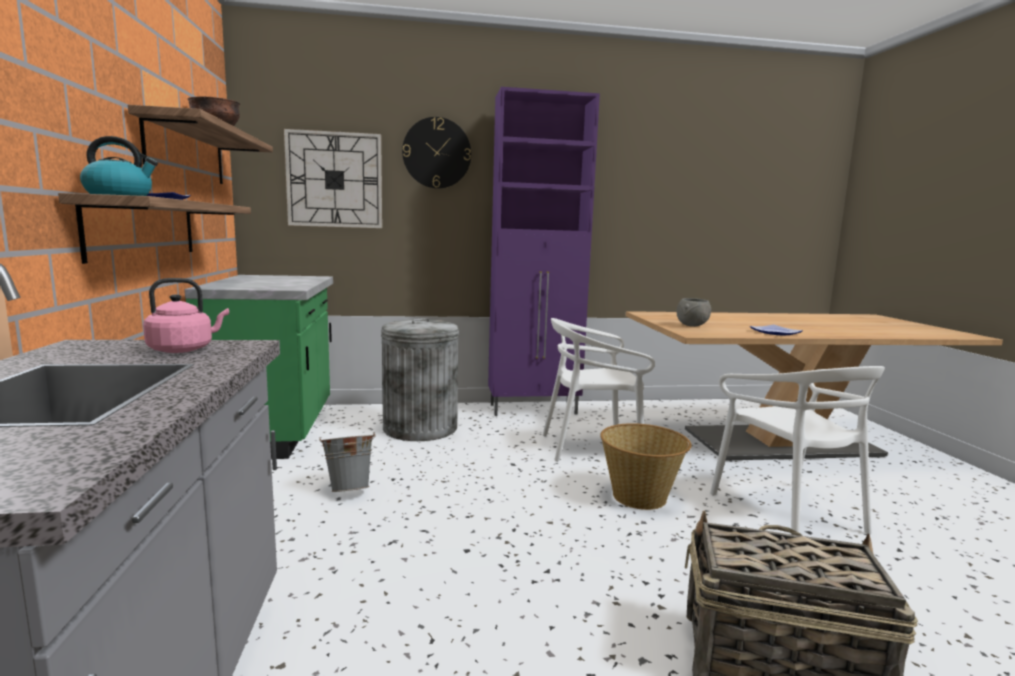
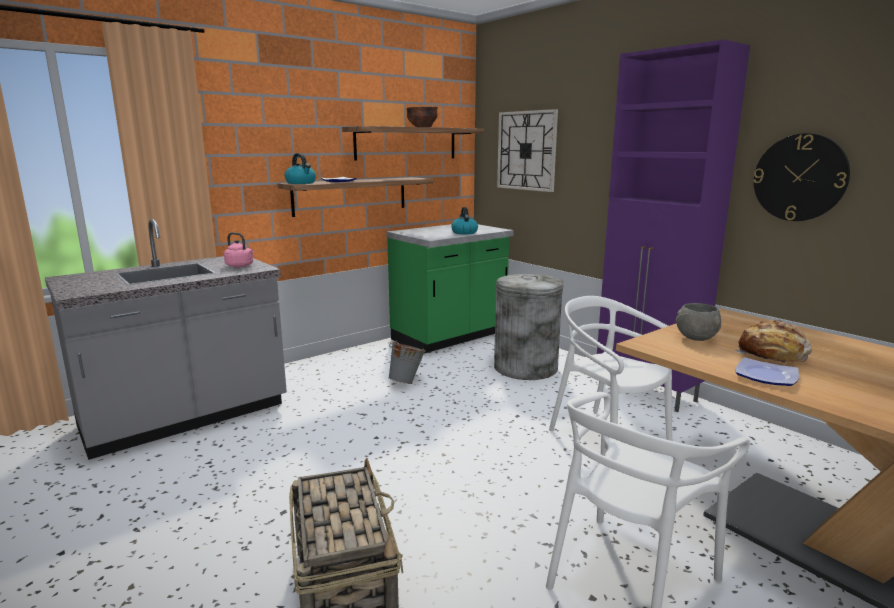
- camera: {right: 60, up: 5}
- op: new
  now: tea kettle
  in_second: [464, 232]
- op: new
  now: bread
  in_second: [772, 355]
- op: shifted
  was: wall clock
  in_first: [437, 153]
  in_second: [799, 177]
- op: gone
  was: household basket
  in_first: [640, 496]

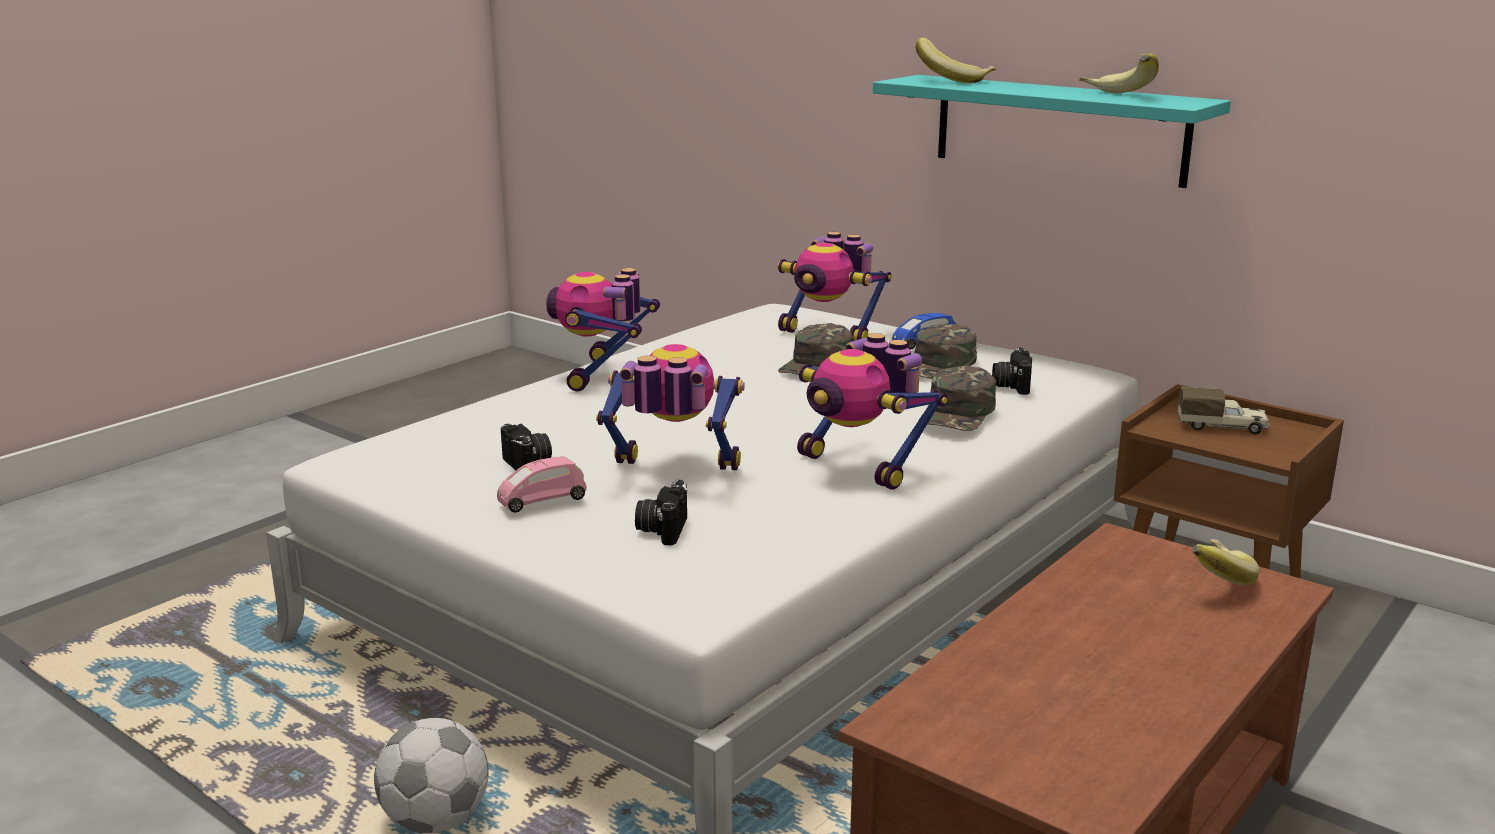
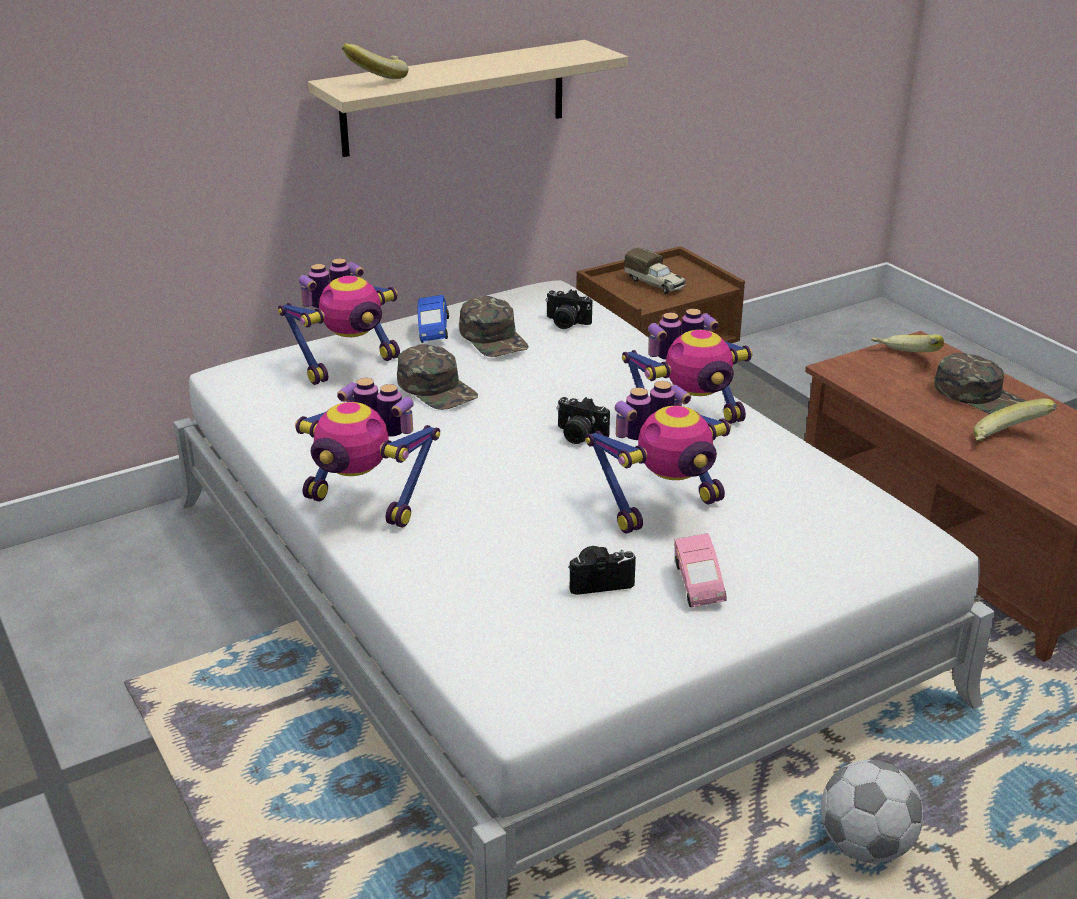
- camera: {right: -70, up: 10}
- op: repainted
  was: blue-green shelf
  now: sand-coloured shelf
  in_first: [1059, 129]
  in_second: [454, 98]
- op: shifted
  was: photo camera
  in_first: [662, 529]
  in_second: [579, 435]
- op: rotated
  was: model robot
  in_first: [673, 472]
  in_second: [661, 507]
  clockwise: -150
- op: rotated
  was: toy truck
  in_first: [1222, 427]
  in_second: [655, 284]
  clockwise: 105
- op: shifted
  was: greenish peaked cap
  in_first: [958, 413]
  in_second: [980, 396]
- op: shifted
  was: whole banana
  in_first: [1115, 96]
  in_second: [1008, 441]

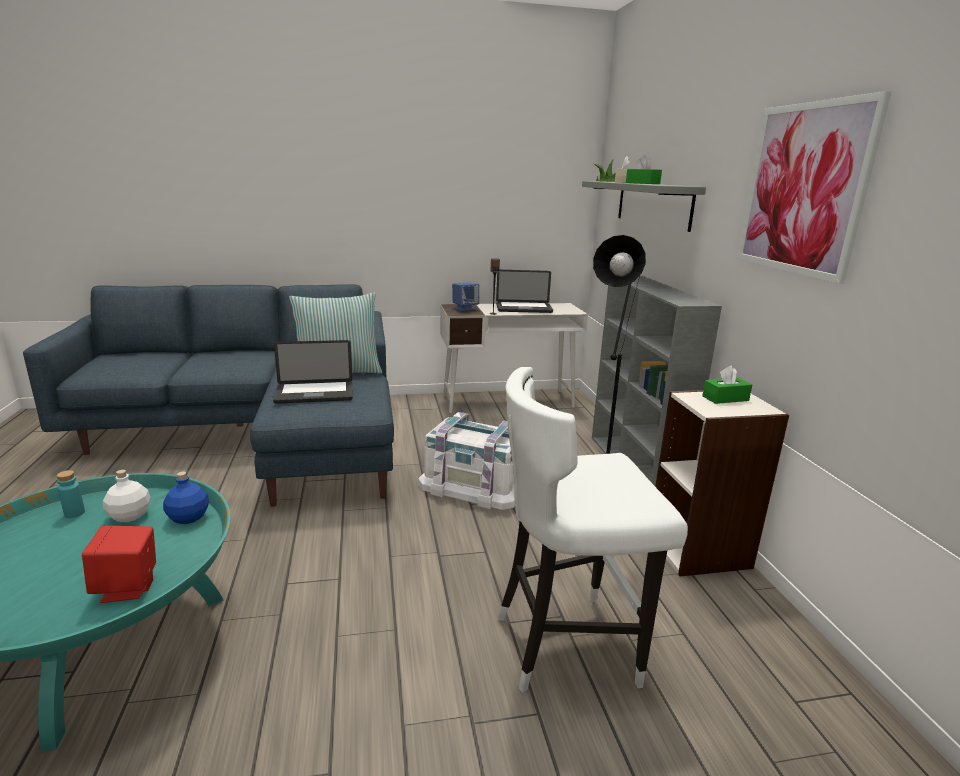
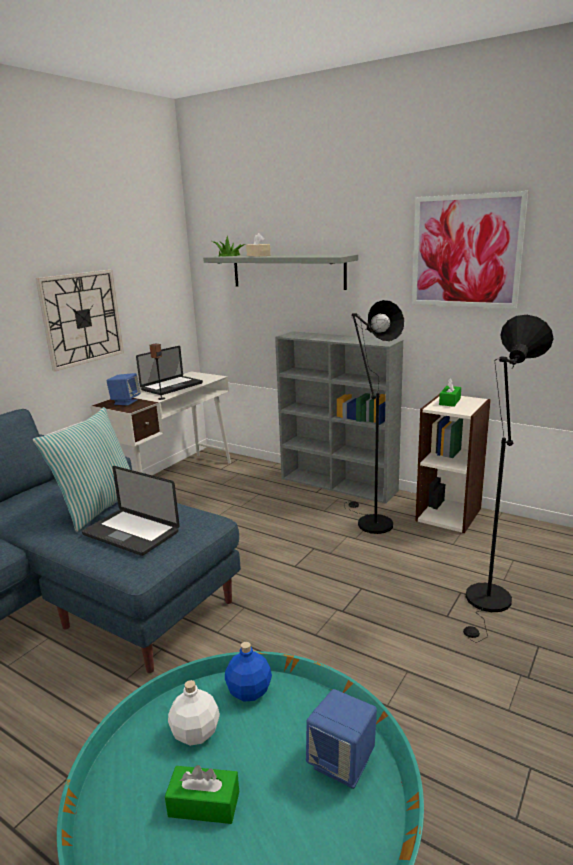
- camera: {right: -45, up: 0}
- op: new
  now: wall clock
  in_second: [82, 318]
- op: rotated
  was: portable computer
  in_first: [314, 394]
  in_second: [131, 533]
  clockwise: 90
- op: shifted
  was: greenish box of tissues
  in_first: [642, 183]
  in_second: [204, 804]
- op: repainted
  was: red-coloured audio speaker
  now: bluish audio speaker
  in_first: [127, 588]
  in_second: [342, 763]
- op: swapped
  was: white stool seat
  now: black-coloured floor lamp
  in_first: [567, 644]
  in_second: [487, 604]
- op: gone
  was: blue-green drink bottle
  in_first: [74, 513]
- op: gone
  was: white storage box
  in_first: [474, 484]

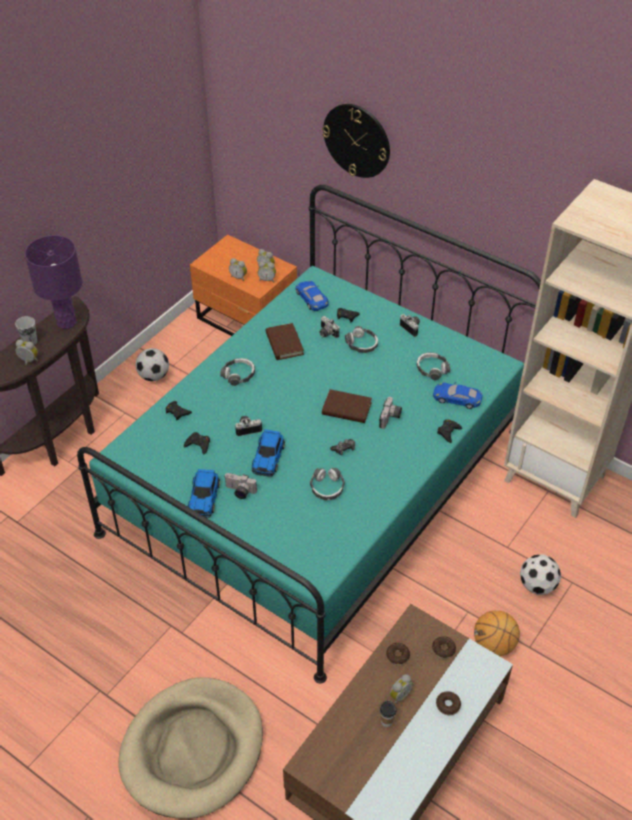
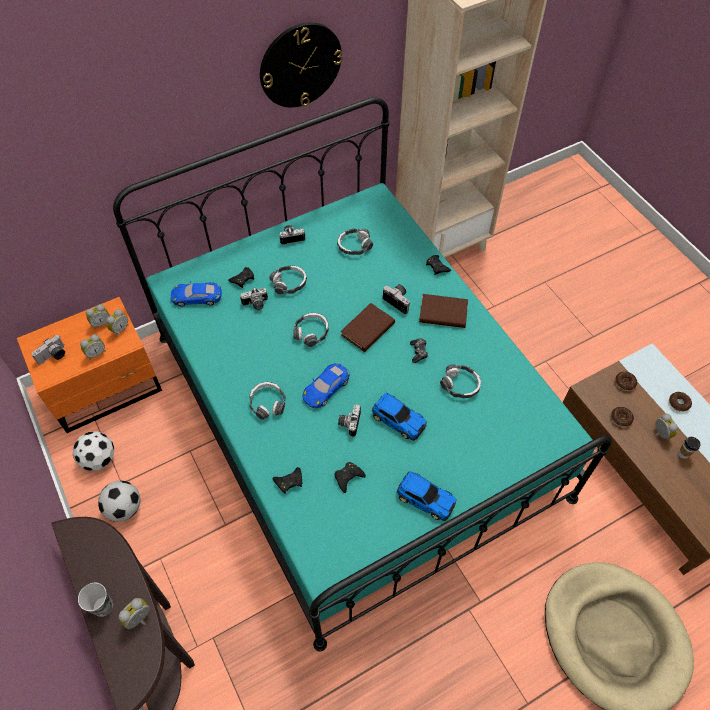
- camera: {right: -65, up: 10}
- op: shifted
  was: photo camera
  in_first: [239, 492]
  in_second: [53, 356]
- op: shifted
  was: ball for football
  in_first: [537, 585]
  in_second: [99, 459]
- op: shifted
  was: wall clock
  in_first: [357, 140]
  in_second: [300, 65]
- op: new
  now: pair of headphones
  in_second: [311, 332]
- op: shifted
  was: bluish model car
  in_first: [457, 398]
  in_second: [326, 388]
- op: shifted
  was: brownish volume
  in_first: [284, 343]
  in_second: [443, 313]
- op: gone
  was: purple-coloured tabletop lamp
  in_first: [67, 322]
- op: gone
  was: ball for basketball
  in_first: [494, 645]

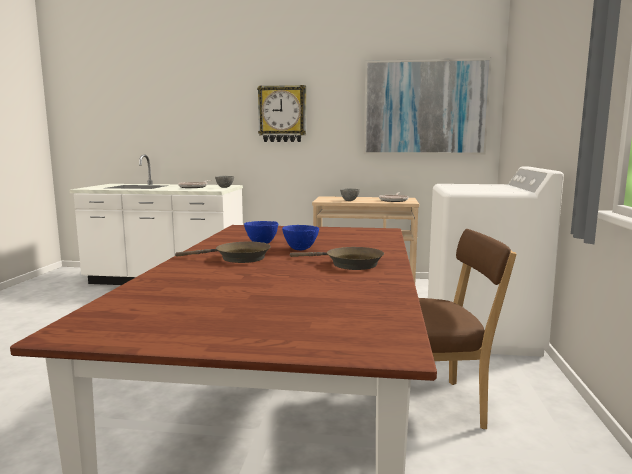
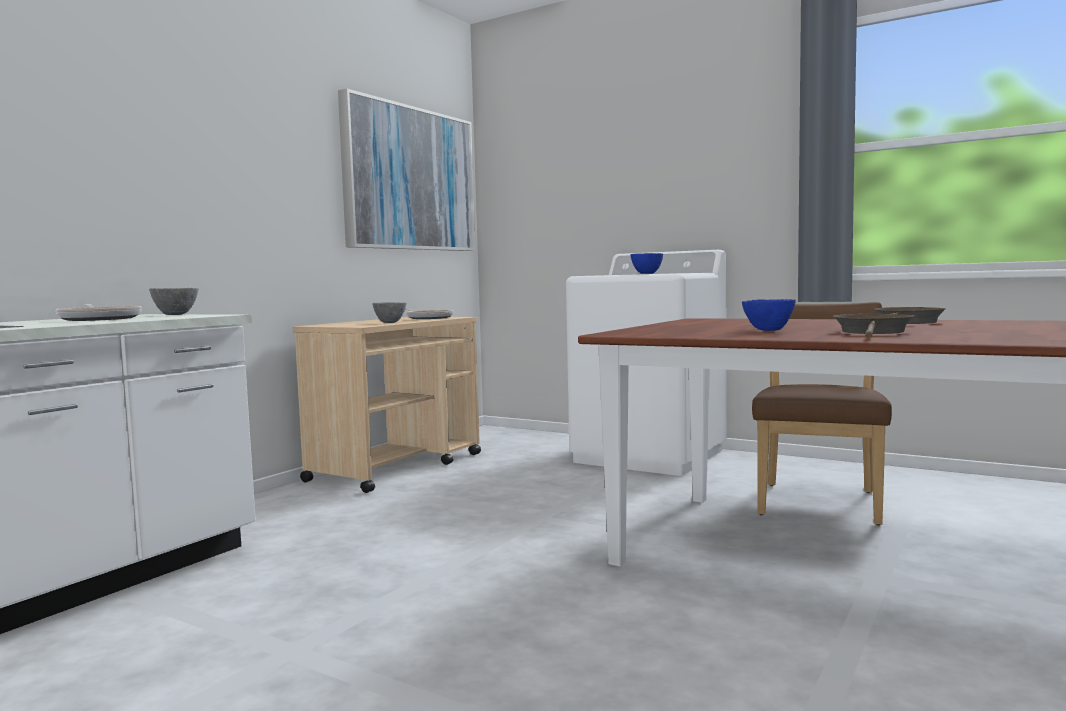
- camera: {right: -65, up: -5}
- op: shifted
  was: bluish deep dish
  in_first: [300, 249]
  in_second: [646, 273]
- op: gone
  was: wall clock
  in_first: [282, 114]

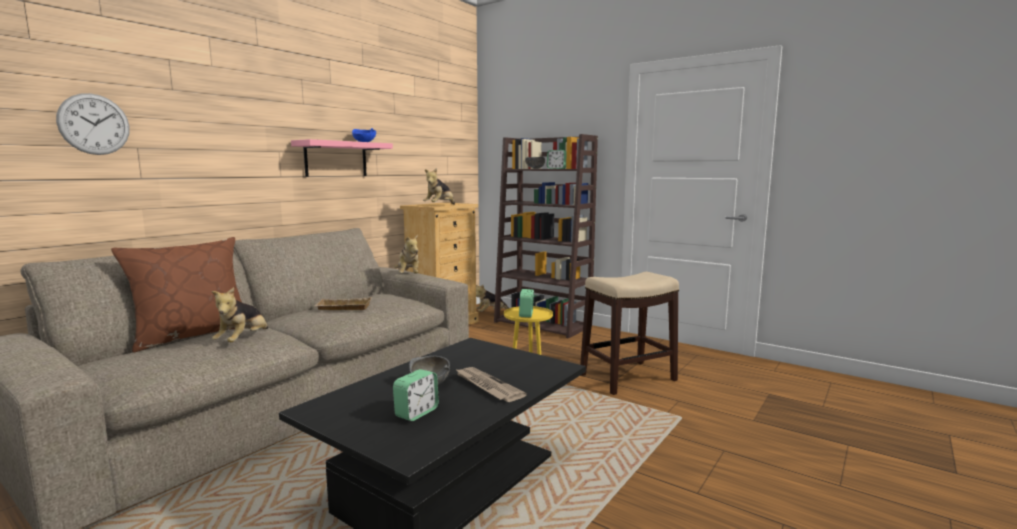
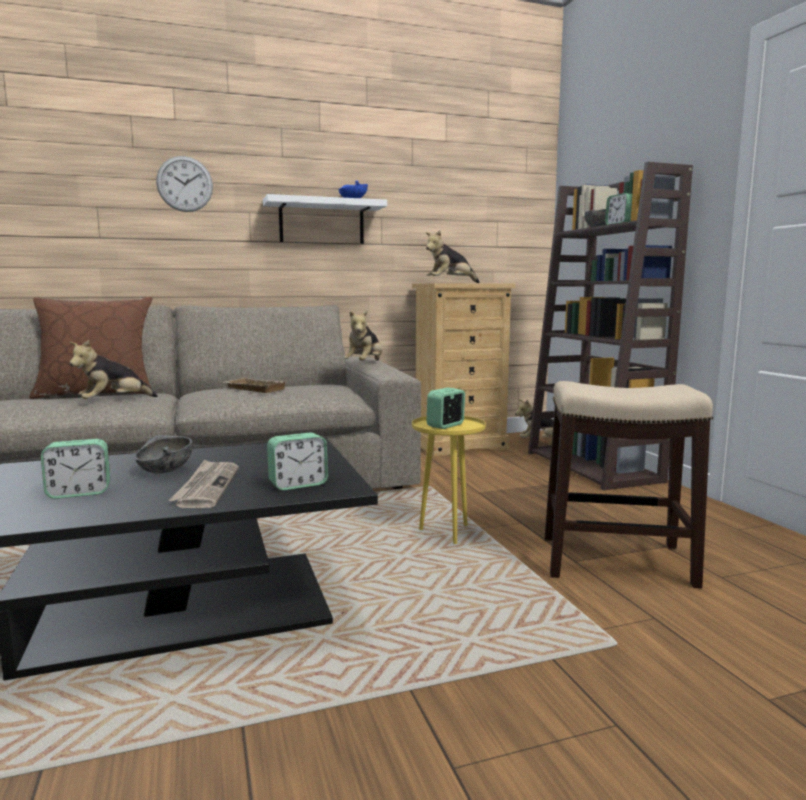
- camera: {right: 35, up: 0}
- op: shifted
  was: wall clock
  in_first: [94, 124]
  in_second: [185, 184]
- op: repainted
  was: pink shelf
  now: white shelf
  in_first: [336, 159]
  in_second: [321, 222]
- op: new
  now: alarm clock
  in_second: [298, 484]

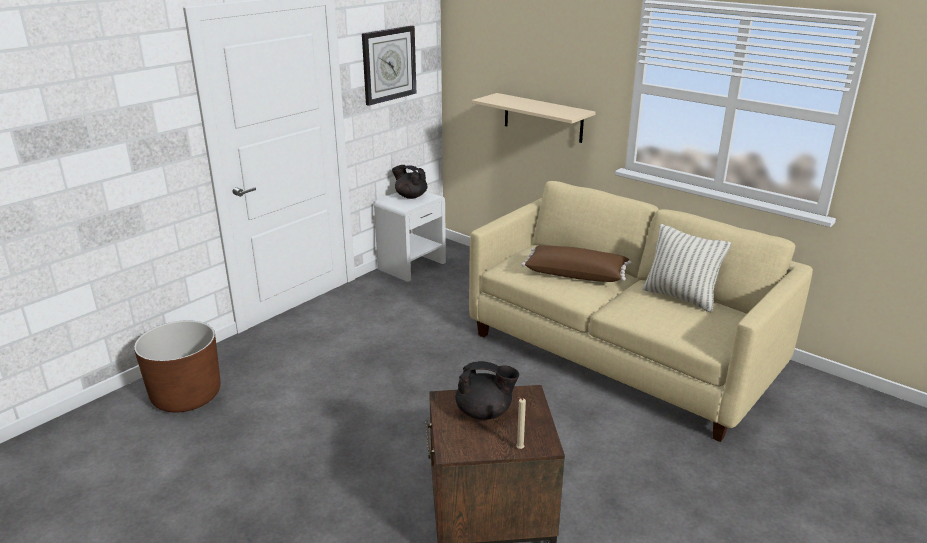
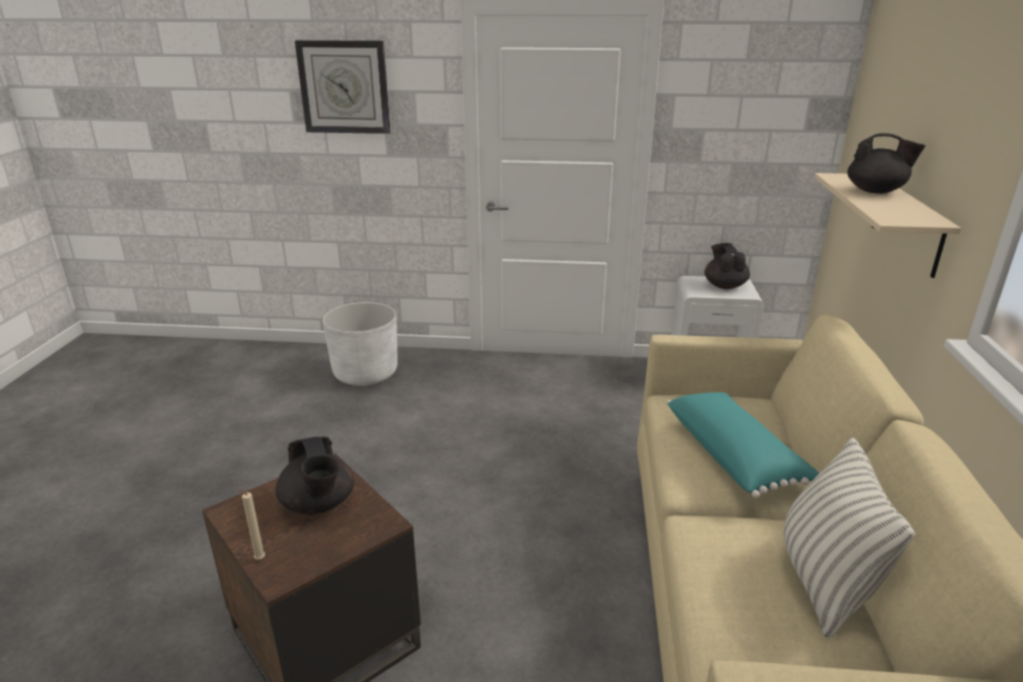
- camera: {right: 55, up: 0}
- op: shifted
  was: wall clock
  in_first: [389, 64]
  in_second: [344, 87]
- op: repainted
  was: brownish planter
  now: white planter
  in_first: [186, 396]
  in_second: [365, 373]
- op: repainted
  was: brownish pillow
  now: blue-green pillow
  in_first: [576, 274]
  in_second: [735, 456]
- op: new
  now: black-coloured pot for tea
  in_second: [876, 191]

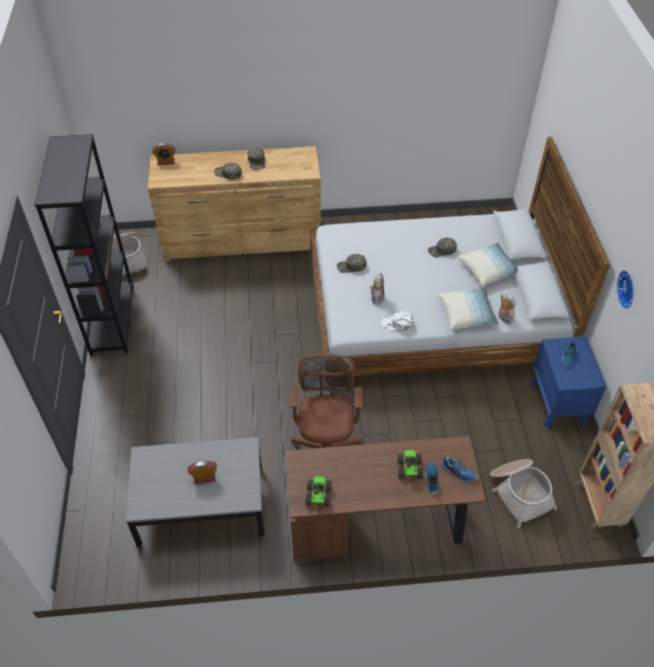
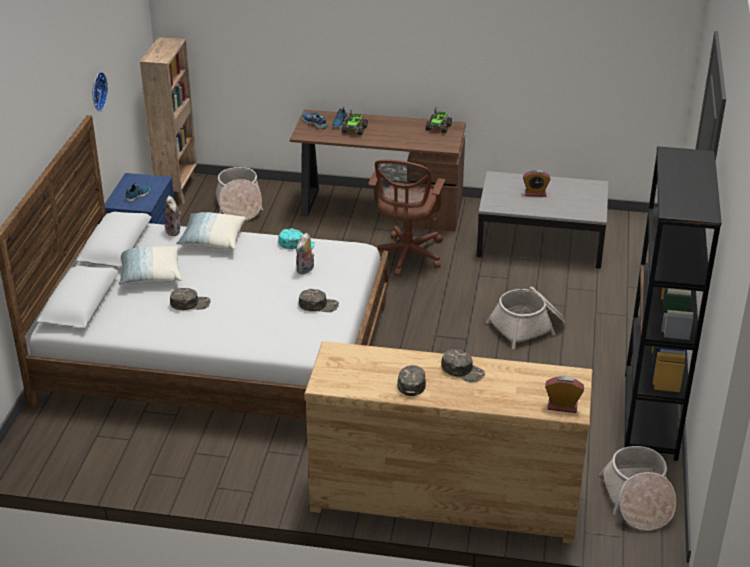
- camera: {right: -165, up: -15}
- op: repainted
  was: white peaked cap
  now: blue-green peaked cap
  in_first: [397, 324]
  in_second: [296, 244]
- op: new
  now: household basket
  in_second: [528, 326]

